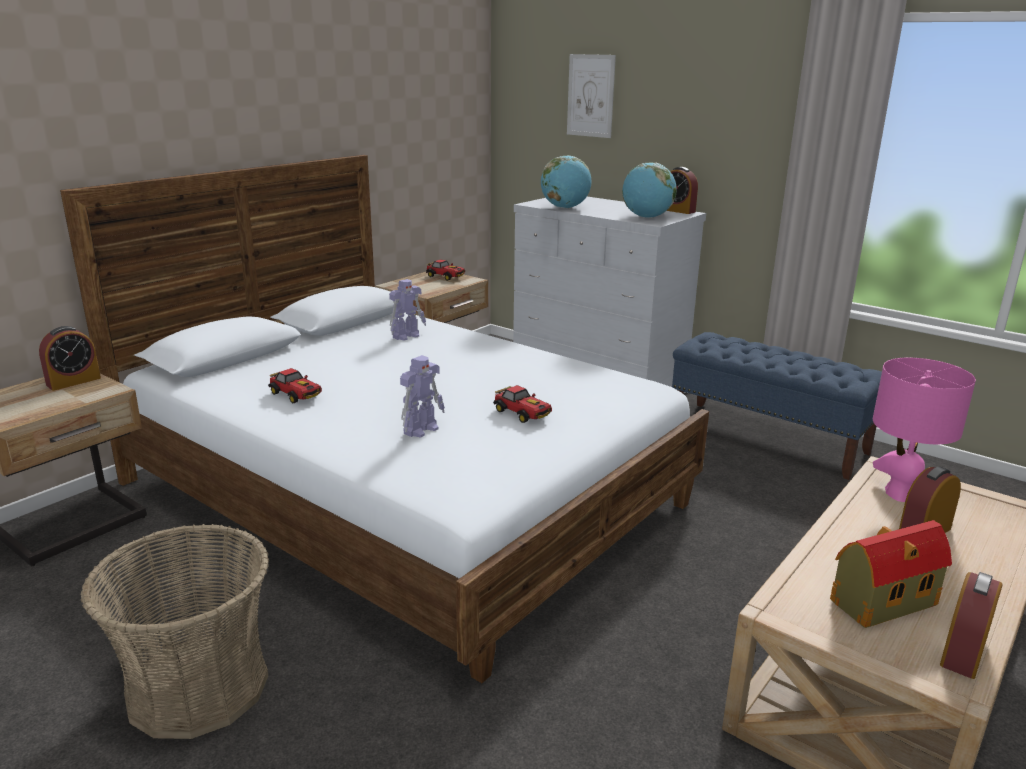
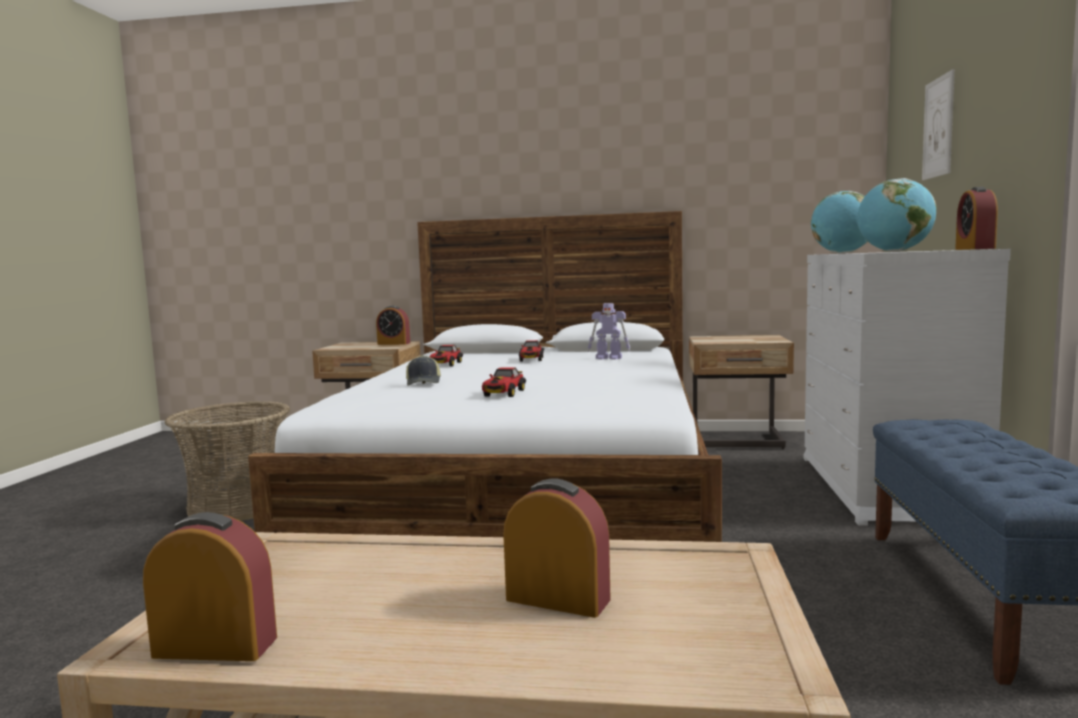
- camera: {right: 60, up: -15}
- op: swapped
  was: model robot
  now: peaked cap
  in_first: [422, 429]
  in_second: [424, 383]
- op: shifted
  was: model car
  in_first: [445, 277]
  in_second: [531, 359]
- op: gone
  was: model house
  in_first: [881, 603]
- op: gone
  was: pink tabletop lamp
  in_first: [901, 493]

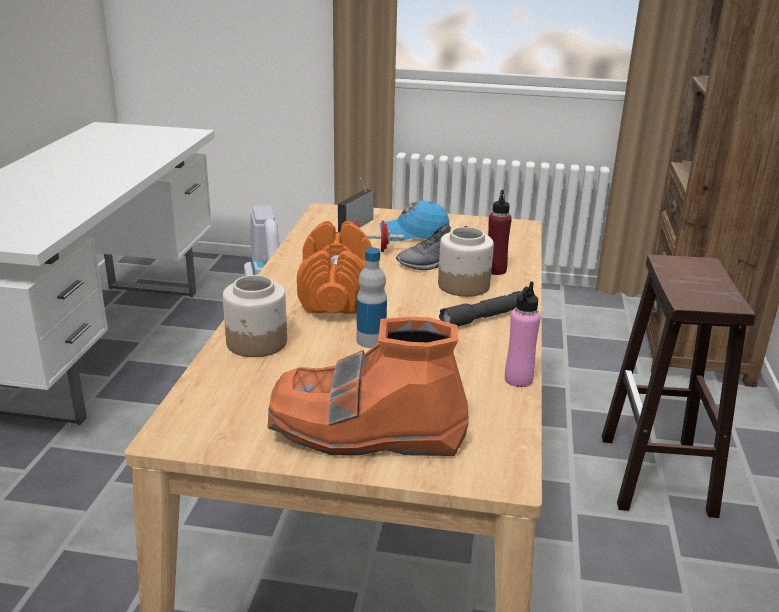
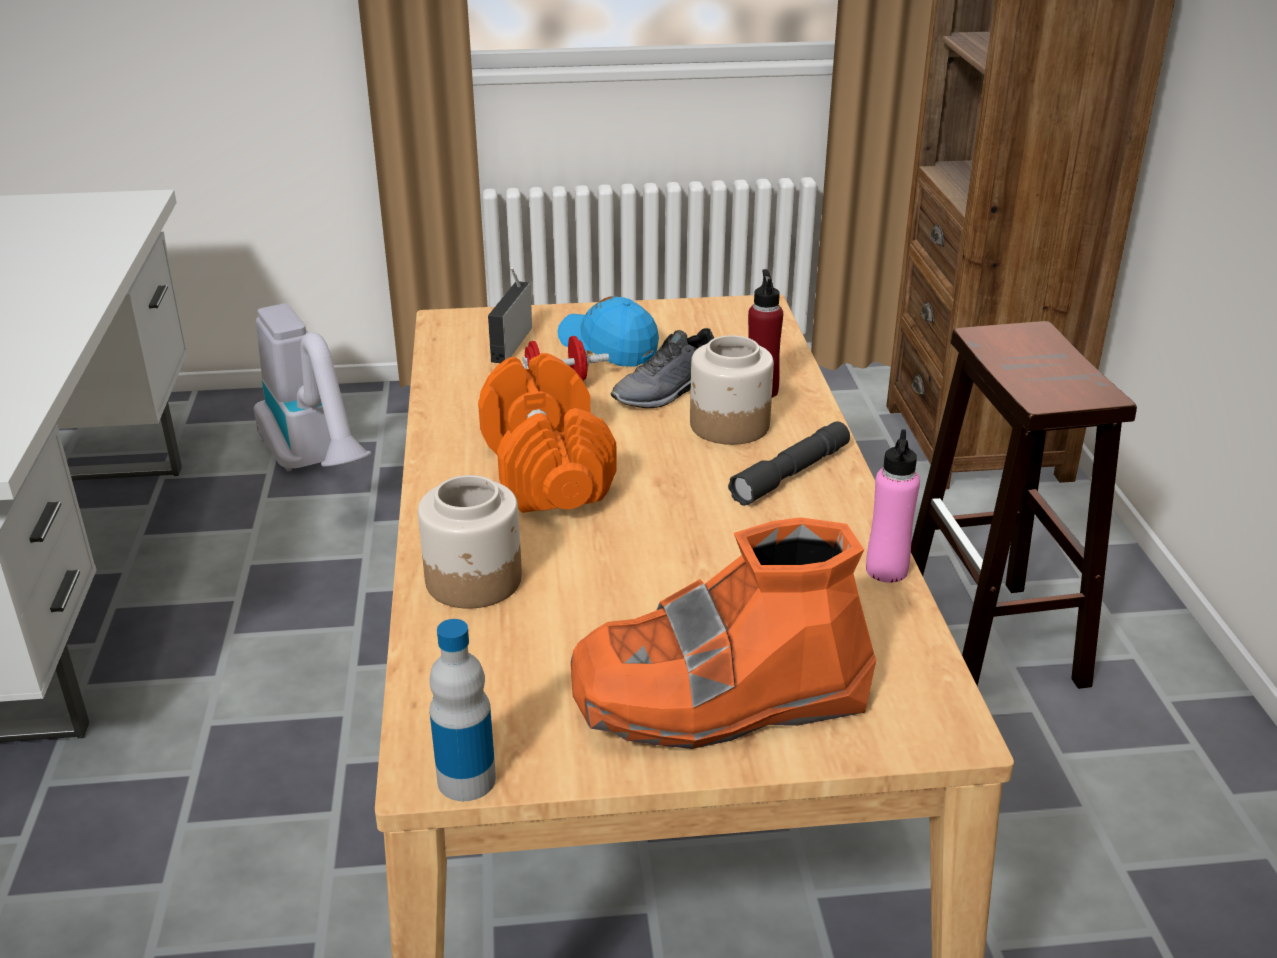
- camera: {right: -15, up: 5}
- op: shifted
  was: drink bottle
  in_first: [371, 340]
  in_second: [466, 780]
- op: rotated
  was: bluish peaked cap
  in_first: [413, 234]
  in_second: [608, 346]
  clockwise: 60

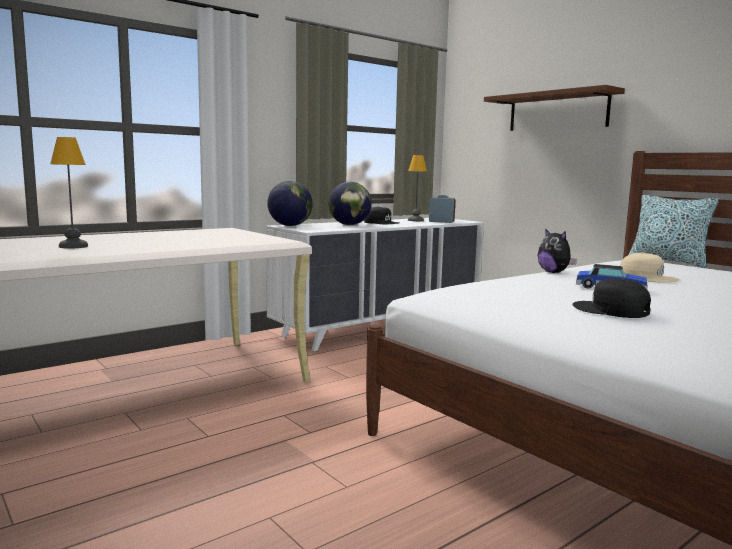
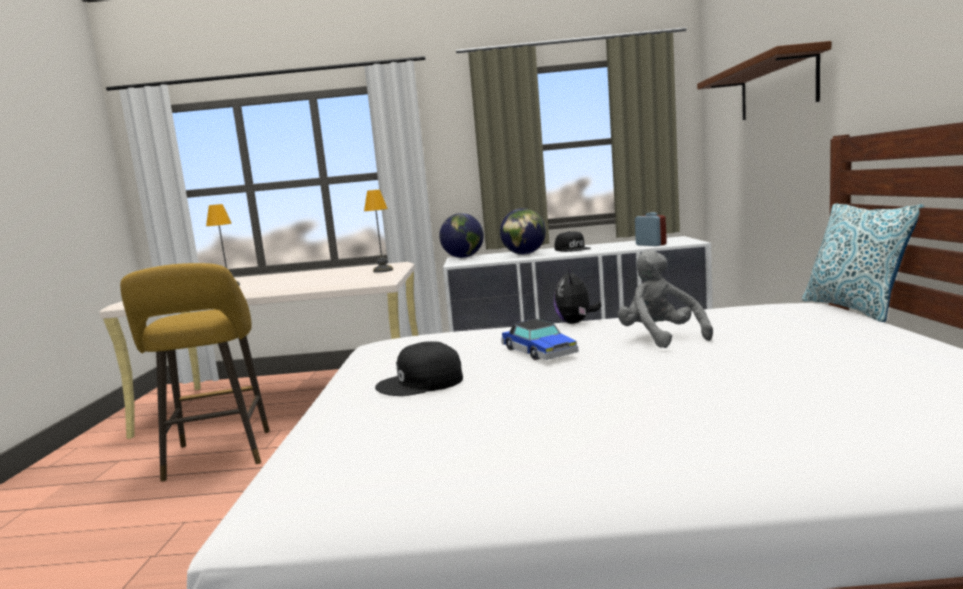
- camera: {right: 40, up: 0}
- op: new
  now: yellowish stool seat
  in_second: [217, 457]
- op: shifted
  was: tabletop lamp
  in_first: [415, 220]
  in_second: [383, 270]
- op: rotated
  was: black-coloured peaked cap
  in_first: [611, 310]
  in_second: [421, 383]
  clockwise: -90
- op: swapped
  was: sand-coloured peaked cap
  now: grey cuddly toy
  in_first: [647, 277]
  in_second: [660, 338]

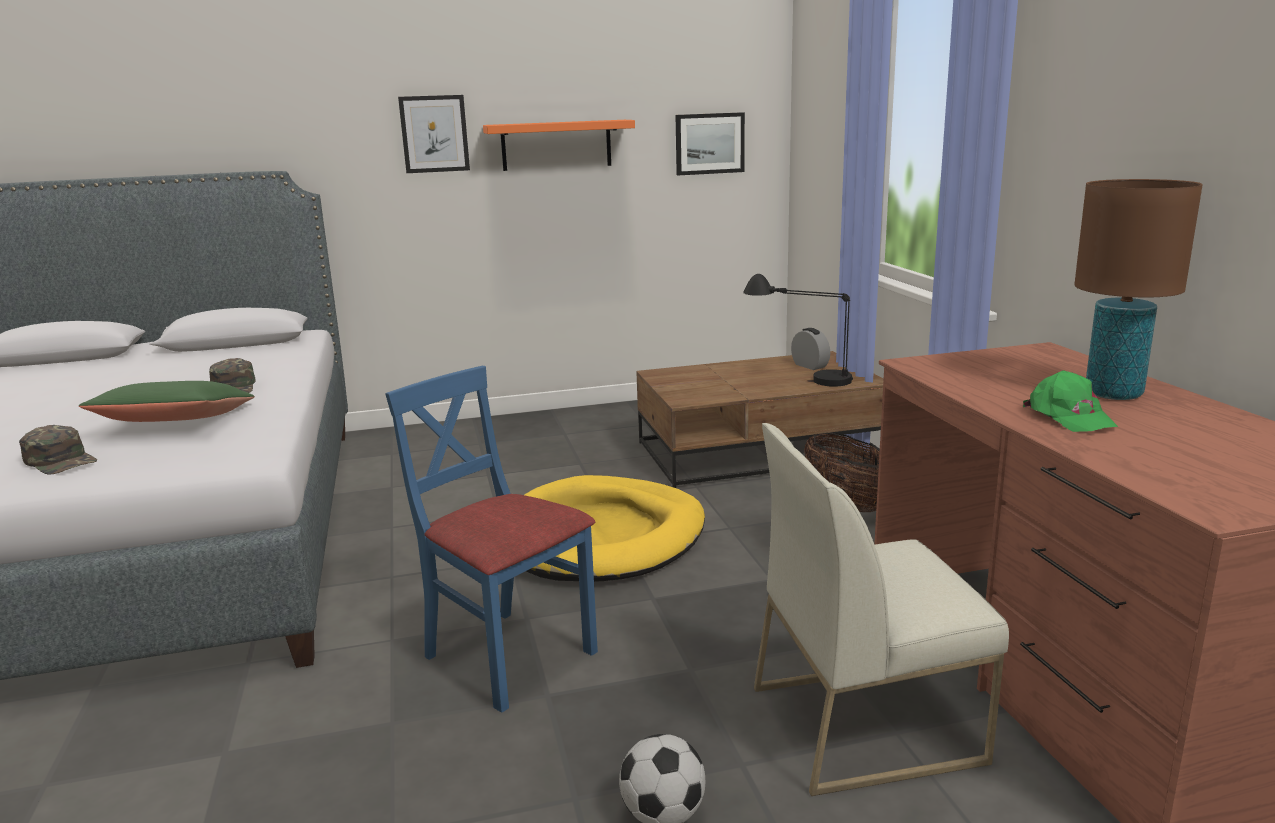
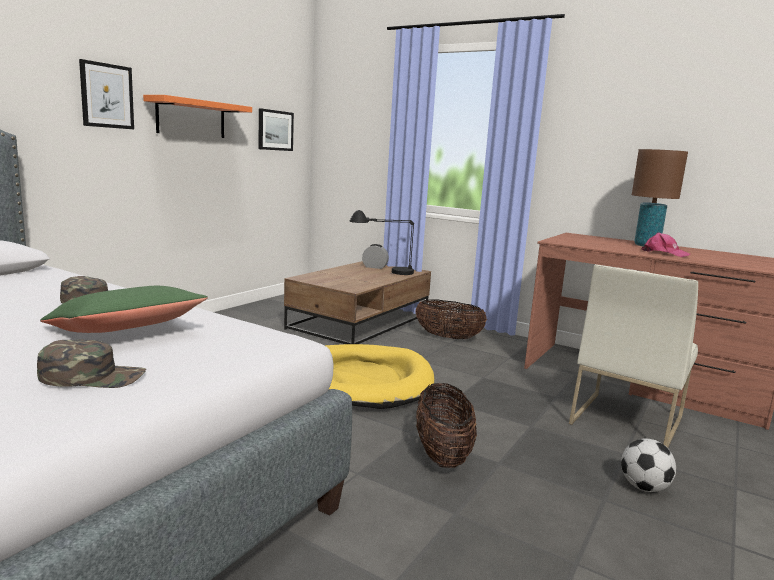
- camera: {right: -45, up: -5}
- op: swapped
  was: bluish plain chair
  now: household basket
  in_first: [508, 656]
  in_second: [442, 454]
- op: repainted
  was: greenish peaked cap
  now: pink peaked cap
  in_first: [1069, 417]
  in_second: [664, 253]

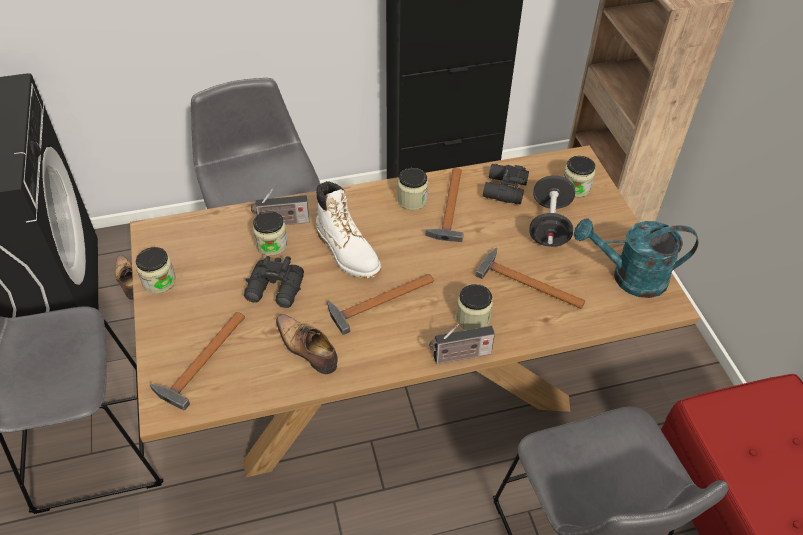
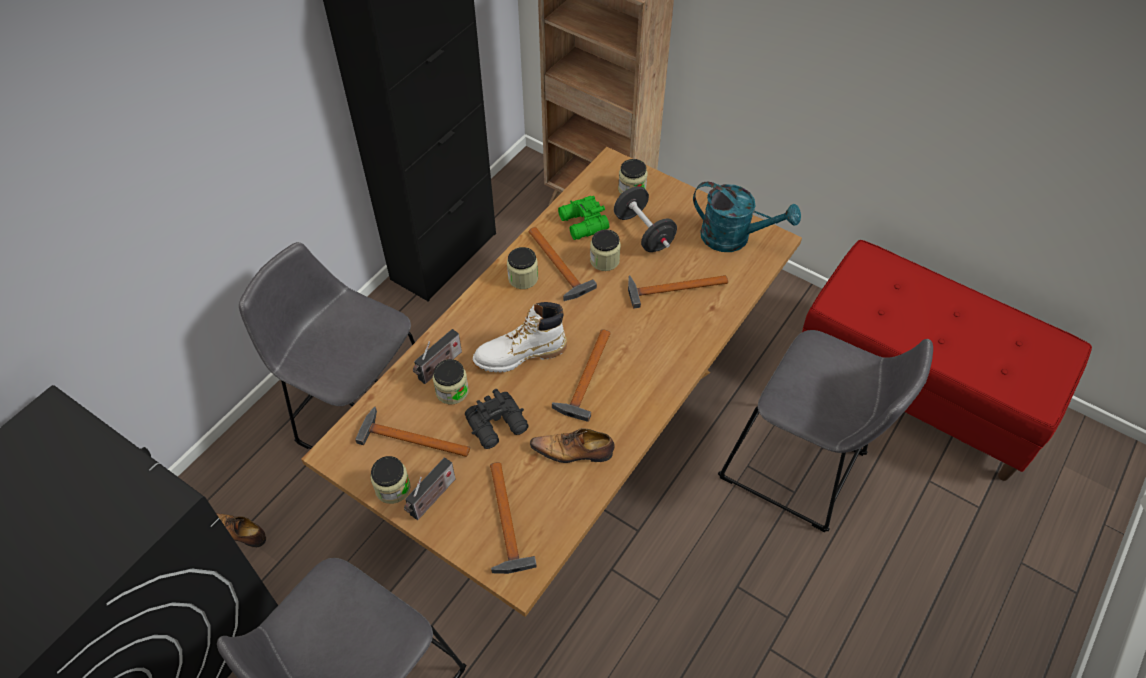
- camera: {right: -40, up: 5}
- op: new
  now: tool hammer
  in_second: [409, 438]
- op: shifted
  was: radio
  in_first: [459, 356]
  in_second: [431, 499]
- op: rotated
  was: white boot
  in_first: [347, 252]
  in_second: [520, 355]
  clockwise: 150
- op: repainted
  was: black-coloured binoculars
  now: greenish binoculars
  in_first: [503, 190]
  in_second: [582, 224]
- op: shifted
  was: preserve jar
  in_first: [473, 318]
  in_second: [604, 260]
- op: rotated
  was: blue-green sprinkling can
  in_first: [629, 277]
  in_second: [734, 238]
  clockwise: -120

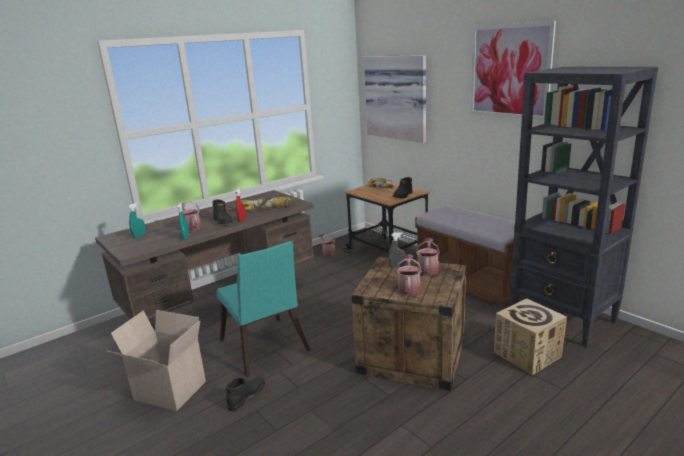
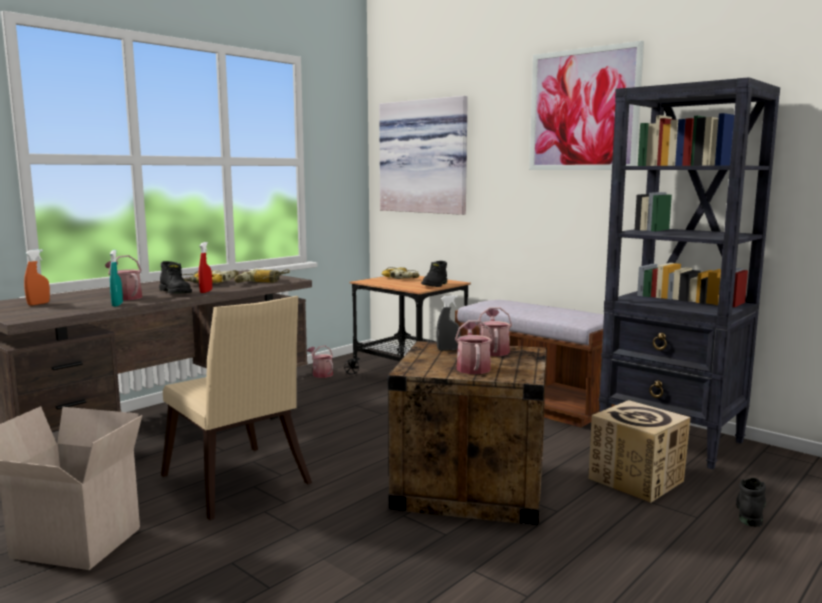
- camera: {right: -10, up: -10}
- op: repainted
  was: blue-green hand sprayer
  now: orangey hand sprayer
  in_first: [139, 236]
  in_second: [38, 304]
- op: repainted
  was: blue-green plain chair
  now: sand-coloured plain chair
  in_first: [265, 349]
  in_second: [237, 485]
- op: shifted
  was: black-coloured boot
  in_first: [246, 396]
  in_second: [749, 510]

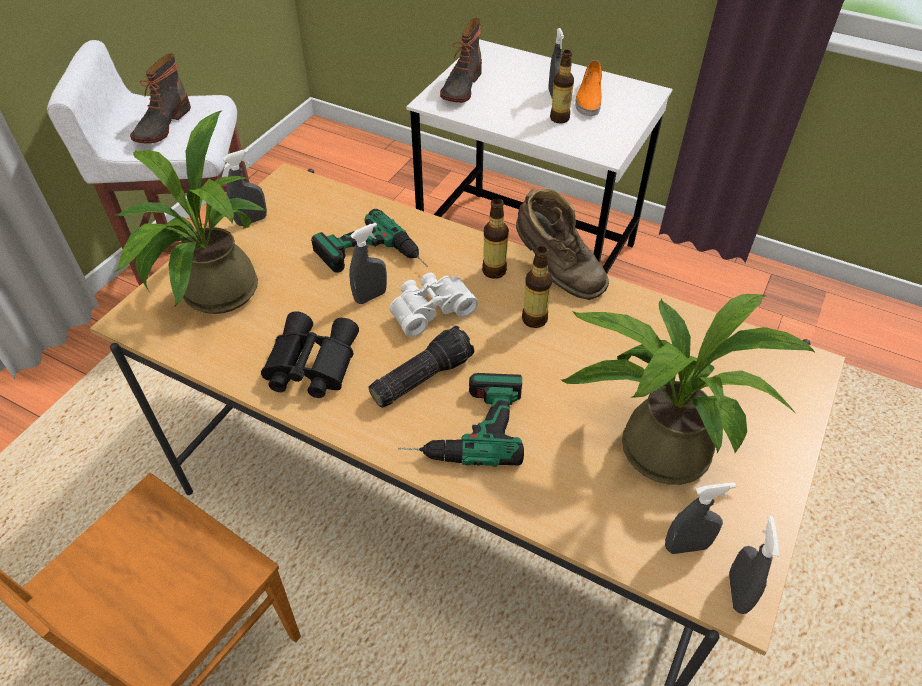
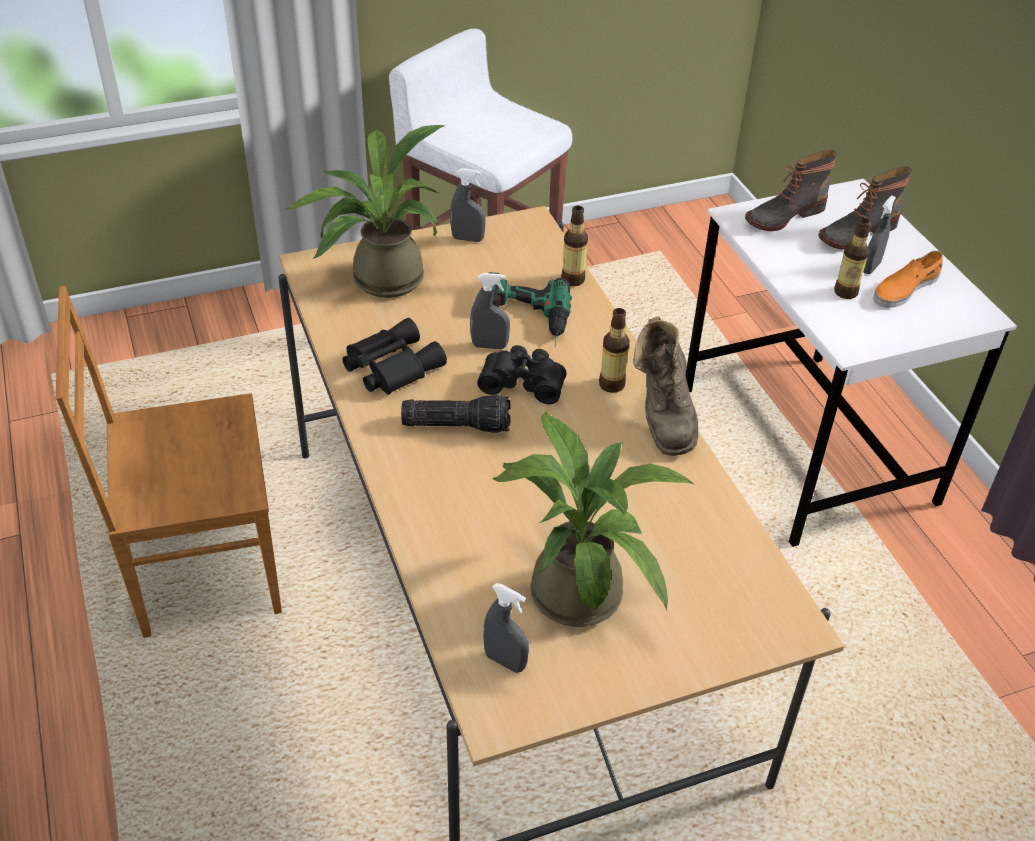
- camera: {right: 40, up: -5}
- op: repainted
  was: white binoculars
  now: black-coloured binoculars
  in_first: [430, 309]
  in_second: [523, 382]
- op: shifted
  was: drink bottle
  in_first: [534, 319]
  in_second: [573, 279]
- op: shifted
  was: boot
  in_first: [161, 125]
  in_second: [855, 233]
- op: gone
  was: electric drill
  in_first: [462, 426]
- op: gone
  was: grey hand sprayer
  in_first: [737, 592]

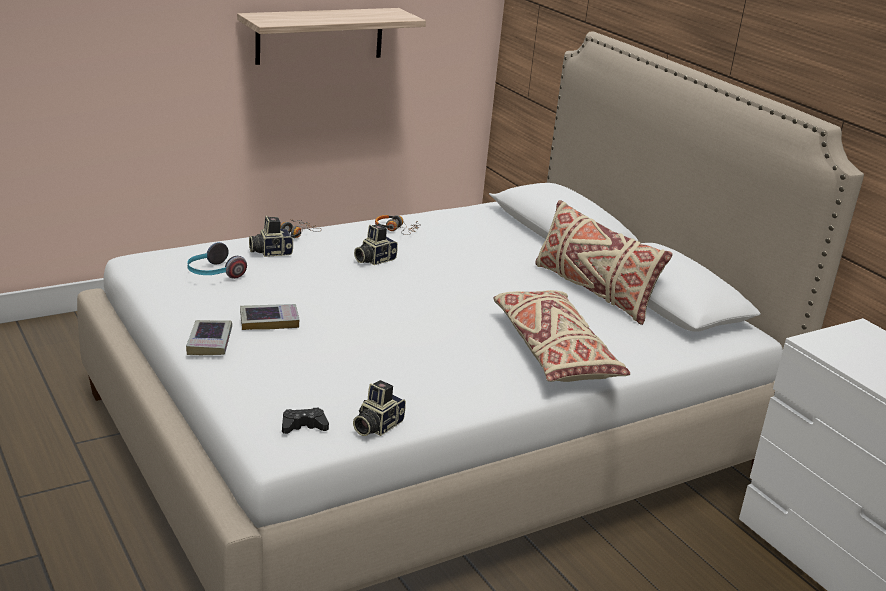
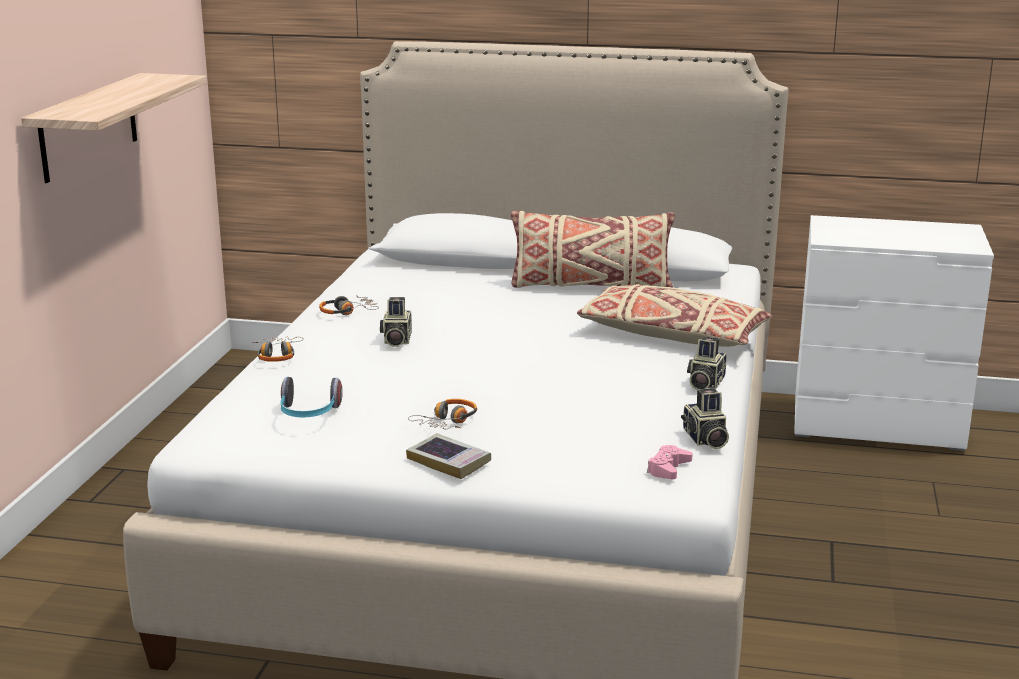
- camera: {right: -45, up: -5}
- op: swapped
  was: volume
  now: pair of headphones
  in_first: [269, 321]
  in_second: [447, 422]
- op: repainted
  was: black-coloured joypad
  now: pink joypad
  in_first: [303, 426]
  in_second: [668, 469]
- op: shifted
  was: photo camera
  in_first: [270, 252]
  in_second: [704, 383]

